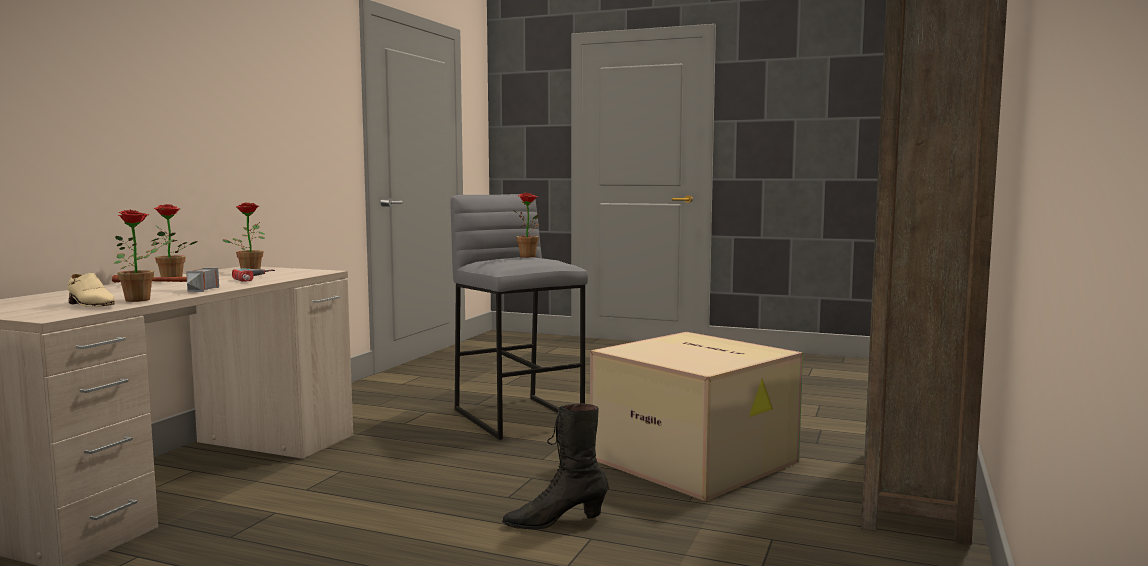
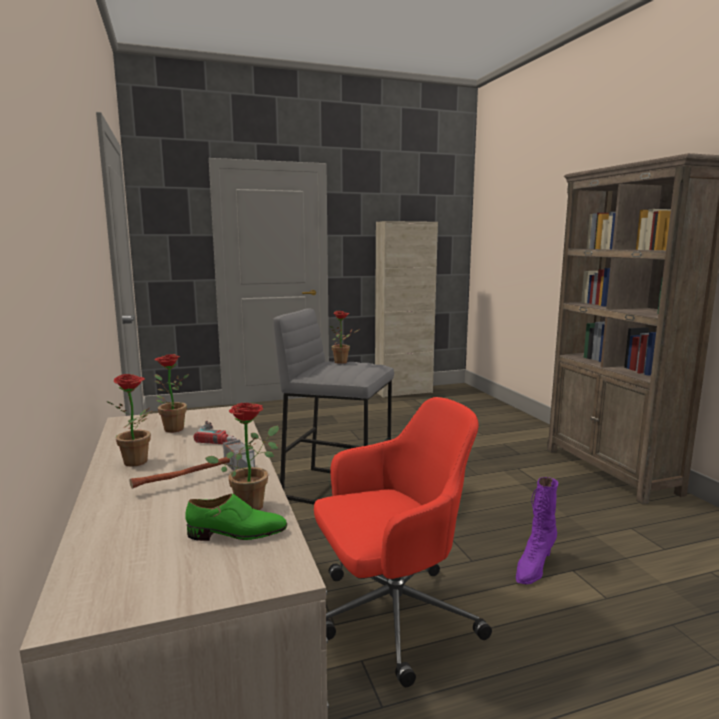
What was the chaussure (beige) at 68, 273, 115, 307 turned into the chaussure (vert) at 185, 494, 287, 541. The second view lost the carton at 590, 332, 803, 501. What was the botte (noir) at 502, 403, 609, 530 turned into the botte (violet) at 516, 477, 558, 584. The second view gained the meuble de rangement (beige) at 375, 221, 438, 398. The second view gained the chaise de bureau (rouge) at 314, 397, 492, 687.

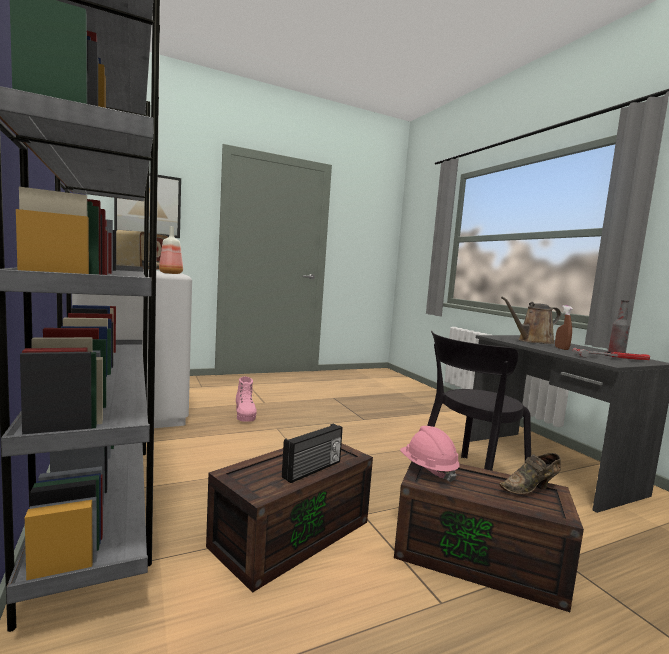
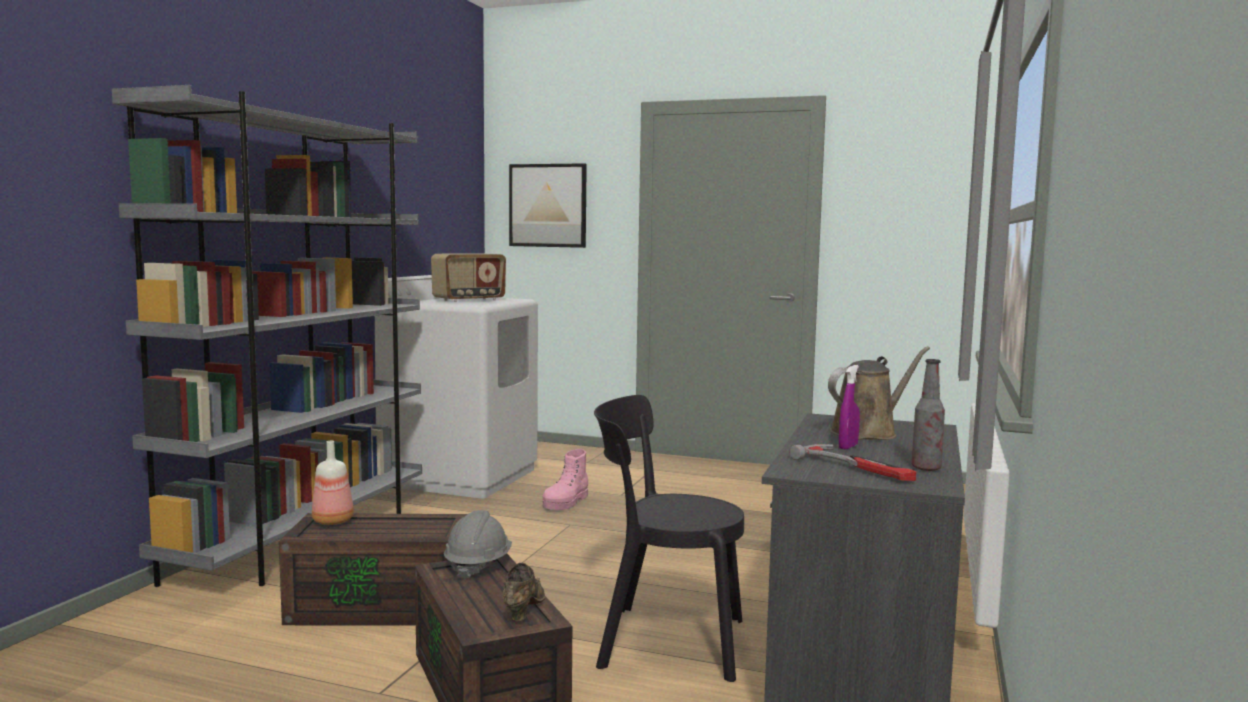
The bouteille ended up elsewhere, having gone from 159, 226, 183, 274 to 312, 441, 354, 525. The arrosoir (marron) at 501, 297, 561, 344 ended up facing another way, 120 degrees clockwise from before. What was the vaporisateur (marron) at 555, 305, 573, 350 turned into the vaporisateur (violet) at 839, 365, 860, 450. The second view lost the radio at 282, 424, 343, 483. What was the casque de chantier (rose) at 400, 426, 460, 482 turned into the casque de chantier (gris) at 444, 510, 512, 580. The chaussure (marron) at 499, 453, 561, 494 ended up facing another way, 75 degrees clockwise from before.

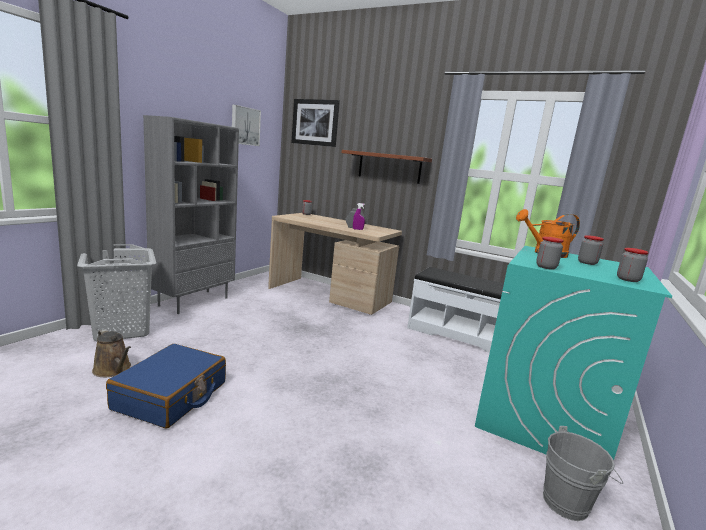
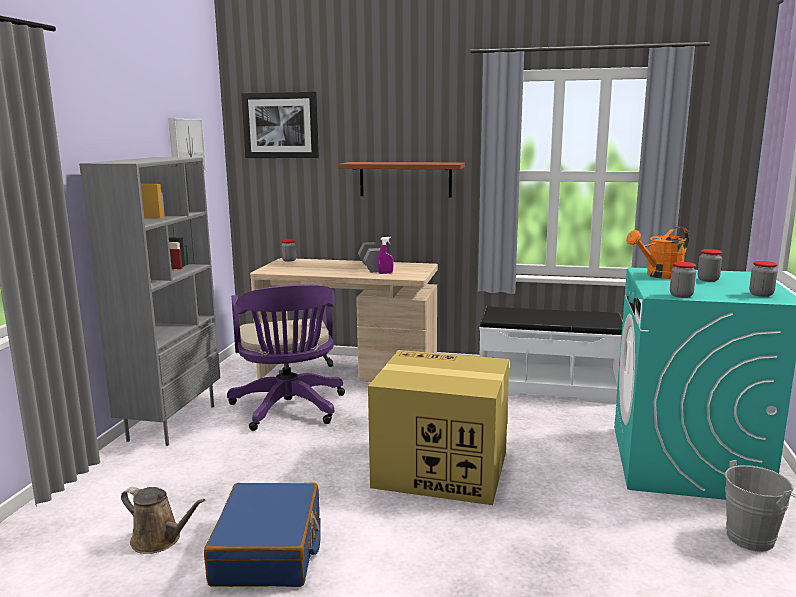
The second view lost the panier à linge (gris) at 77, 244, 156, 341. The second view gained the chaise de bureau (violet) at 227, 284, 345, 431. The second view gained the carton at 368, 350, 509, 505.

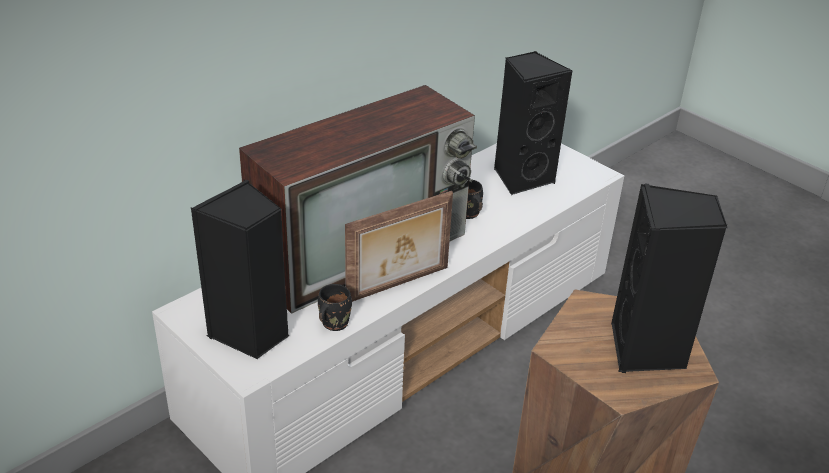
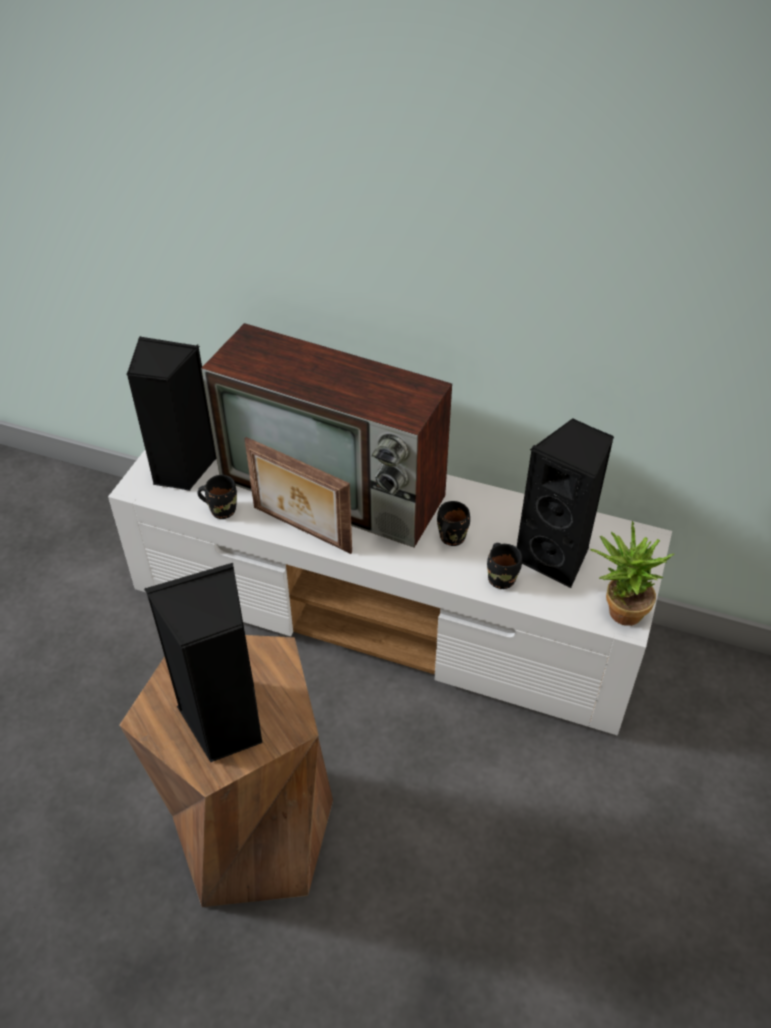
The second view gained the plante en pot at 590, 521, 674, 626. The second view gained the mug (noir) at 487, 543, 522, 589.

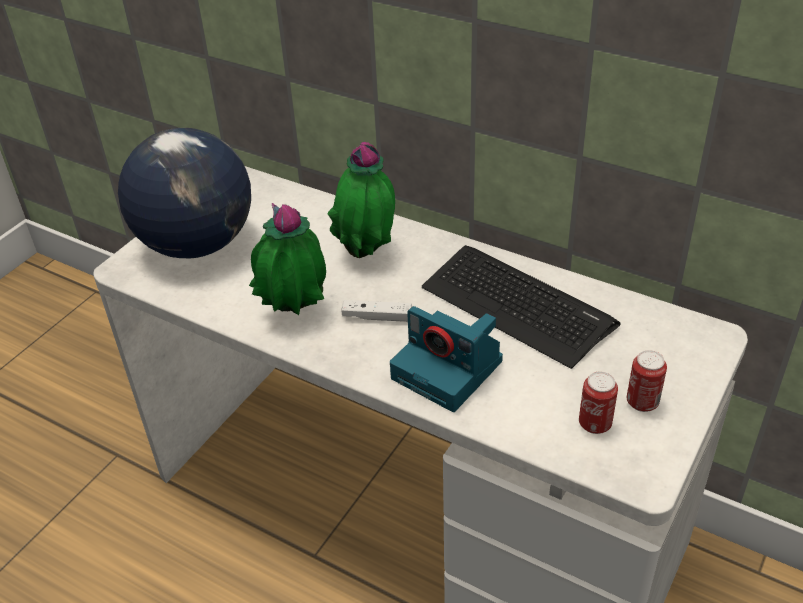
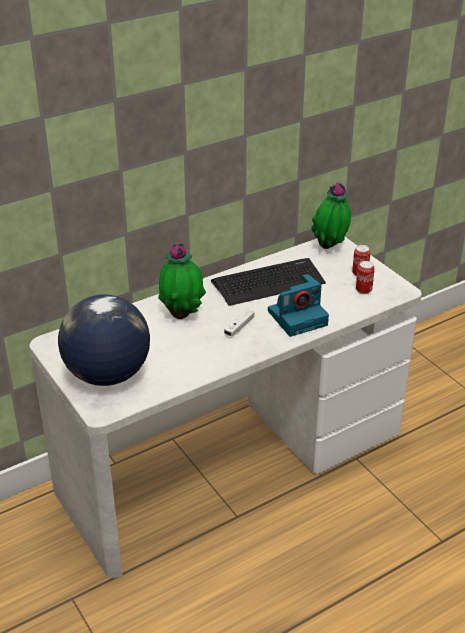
The plante en pot ended up elsewhere, having gone from 249, 203, 326, 315 to 311, 182, 351, 249.

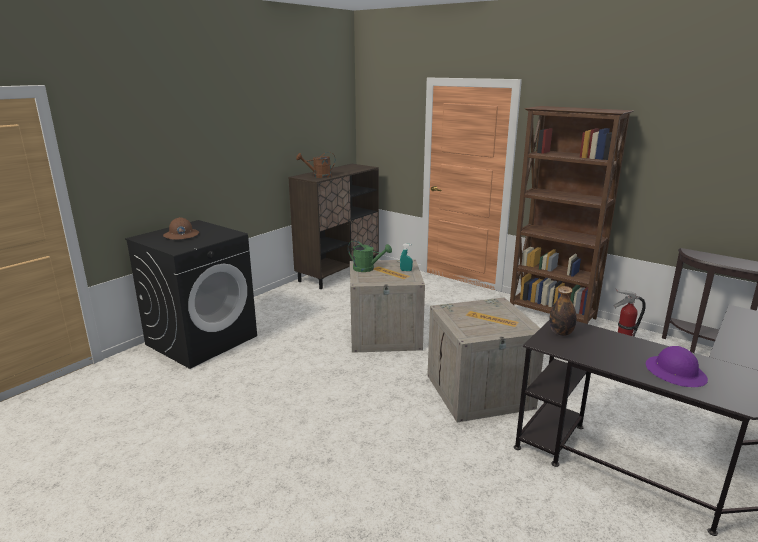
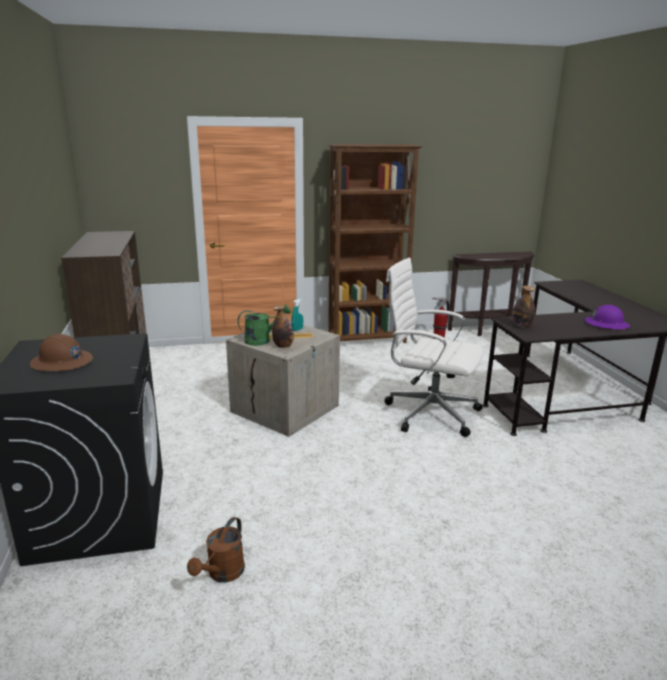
The arrosoir (marron) ended up elsewhere, having gone from 296, 152, 335, 178 to 187, 517, 245, 583. Where the caisse stood at 427, 297, 544, 423, the chaise de bureau (blanc) came to stand at 385, 258, 484, 437. The second view gained the bouteille at 272, 305, 294, 348.

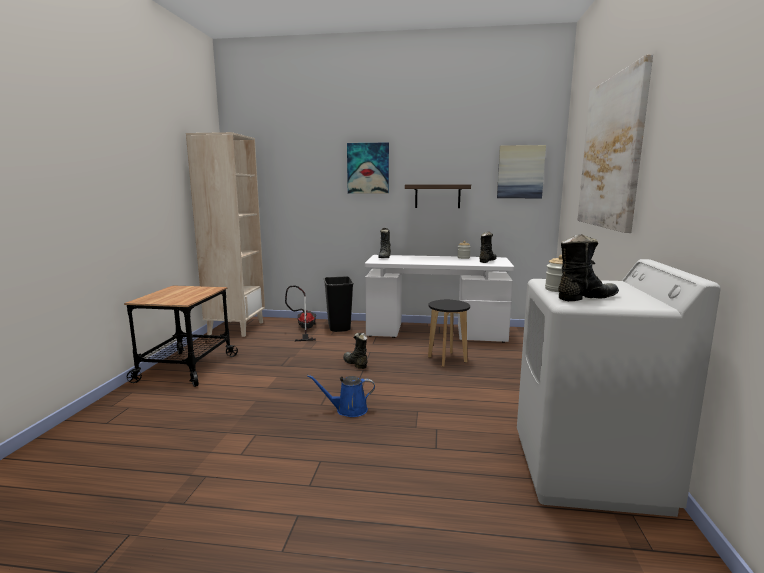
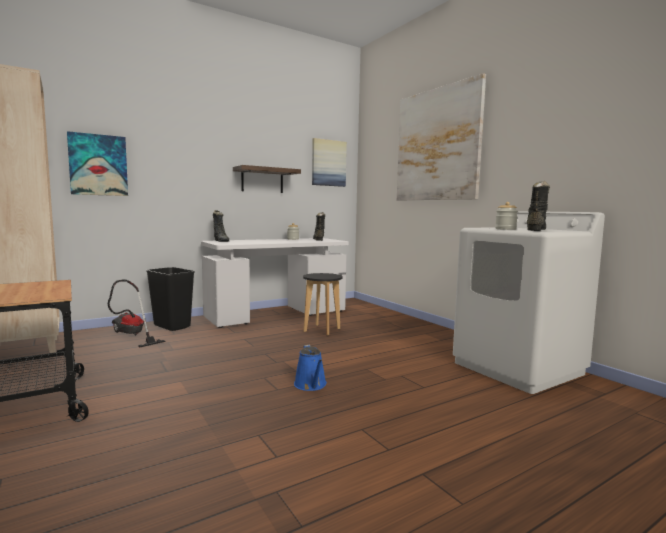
The tableau ended up elsewhere, having gone from 347, 142, 389, 193 to 67, 131, 128, 196. The second view lost the botte (noir) at 343, 333, 368, 369. The arrosoir (bleu) at 307, 375, 375, 417 ended up facing another way, 60 degrees counterclockwise from before.

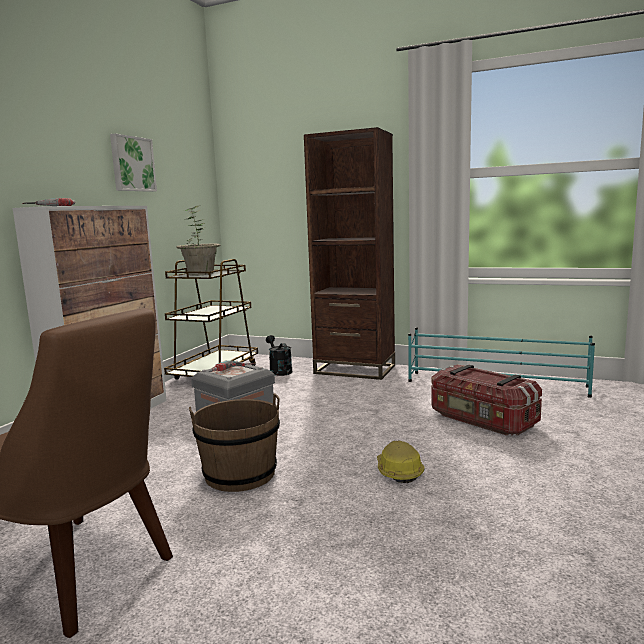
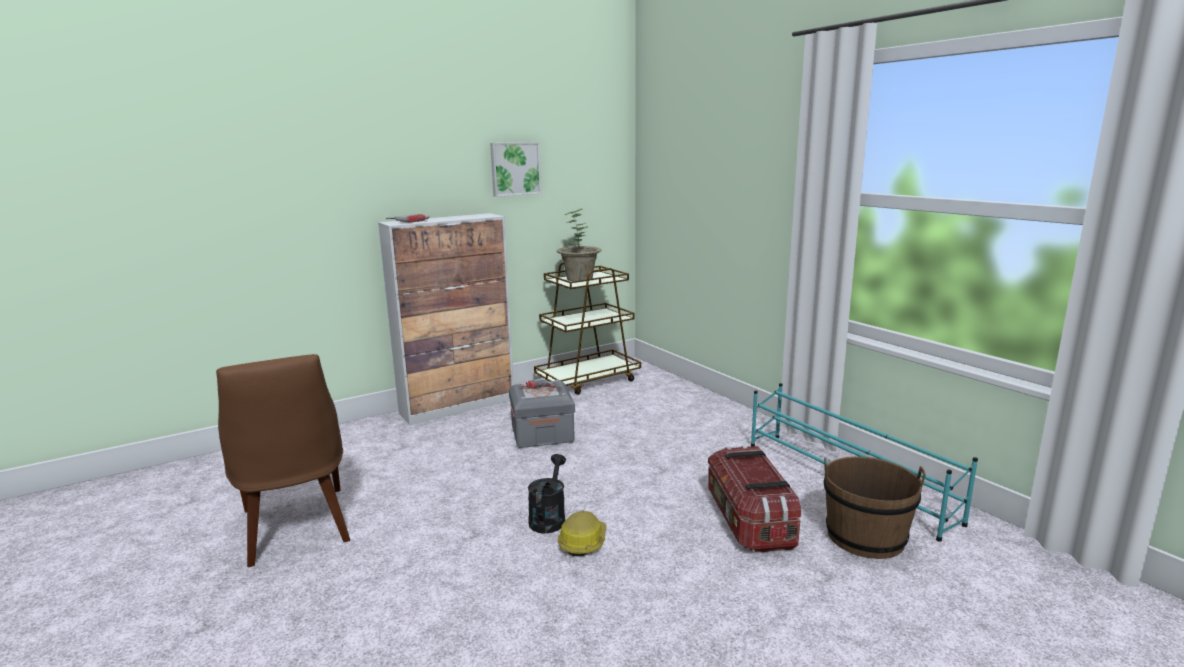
The second view lost the bibliothèque (marron) at 304, 127, 395, 380. The arrosoir (noir) ended up elsewhere, having gone from 266, 335, 292, 376 to 528, 454, 566, 534. The seau (marron) ended up elsewhere, having gone from 189, 393, 280, 492 to 824, 456, 926, 559.

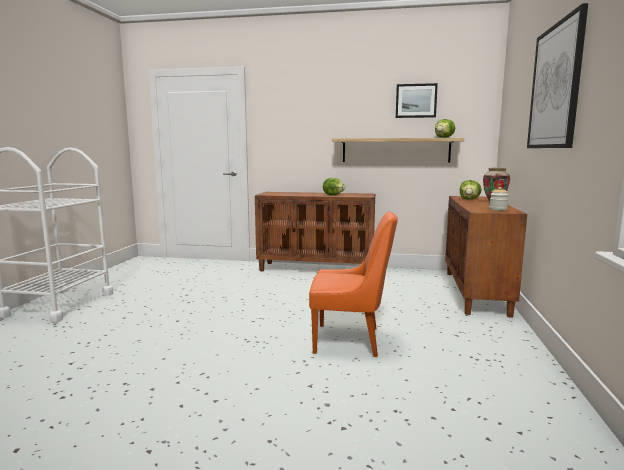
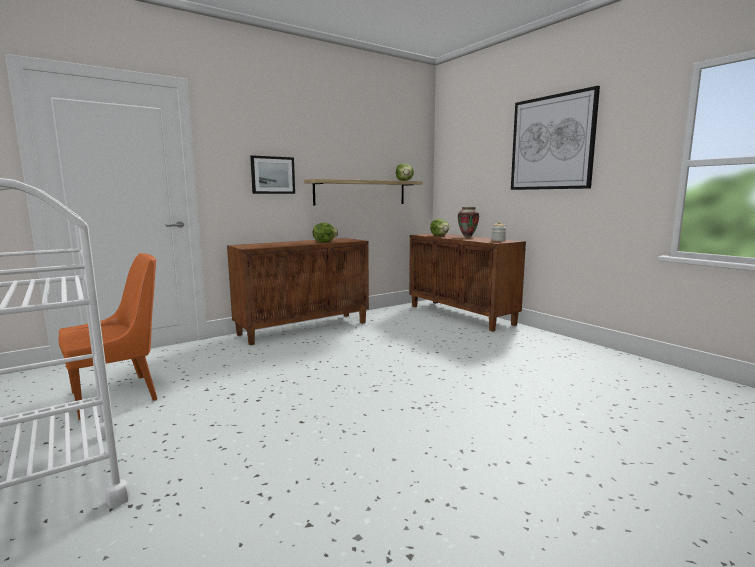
The tableau ended up elsewhere, having gone from 396, 83, 438, 118 to 250, 155, 295, 194. The chaise (orange) ended up elsewhere, having gone from 309, 211, 398, 357 to 59, 253, 157, 420.

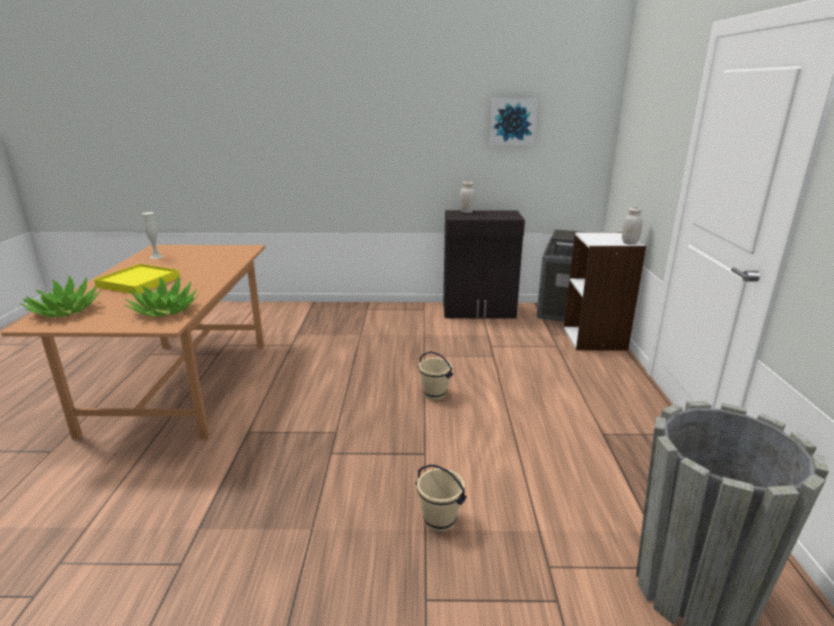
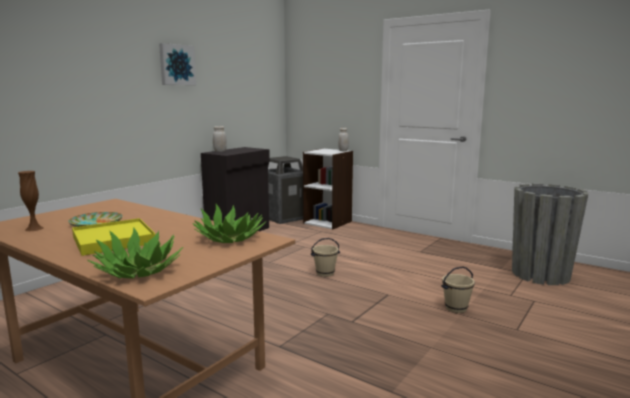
The tableau ended up elsewhere, having gone from 490, 98, 538, 145 to 159, 43, 196, 85. What was the vase (blanc) at 142, 212, 163, 259 turned into the vase (marron) at 18, 171, 44, 231. The second view gained the assiette at 68, 212, 123, 227.

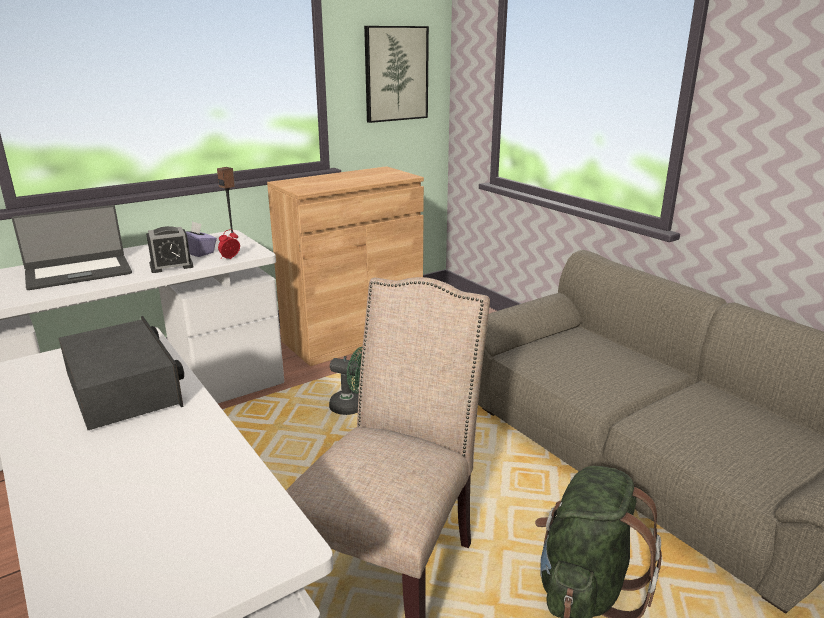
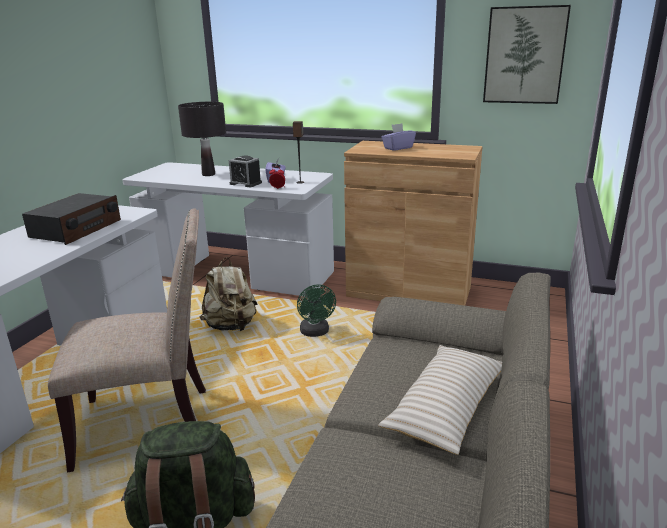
Where the ordinateur portable stood at 12, 205, 132, 290, the lampe de table (noir) came to stand at 178, 102, 226, 176. The second view gained the boîte à mouchoirs (violet) at 381, 123, 416, 151. The second view gained the sac à dos (beige) at 200, 257, 257, 331. The second view gained the coussin (beige) at 378, 345, 502, 455.

